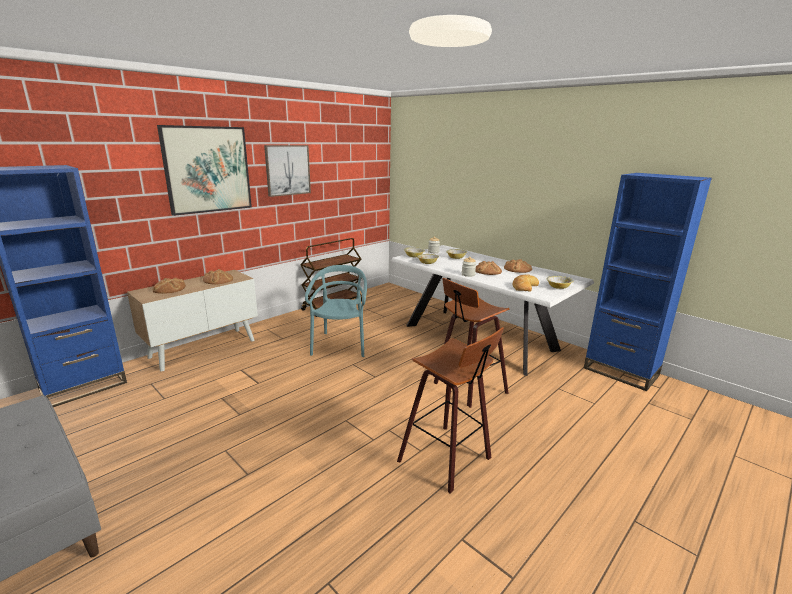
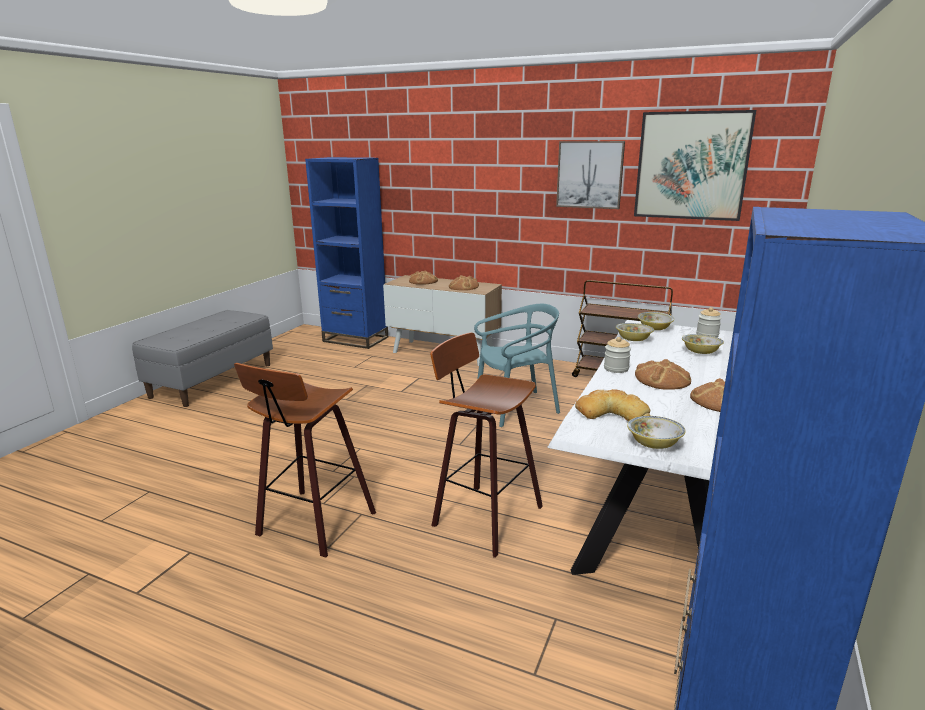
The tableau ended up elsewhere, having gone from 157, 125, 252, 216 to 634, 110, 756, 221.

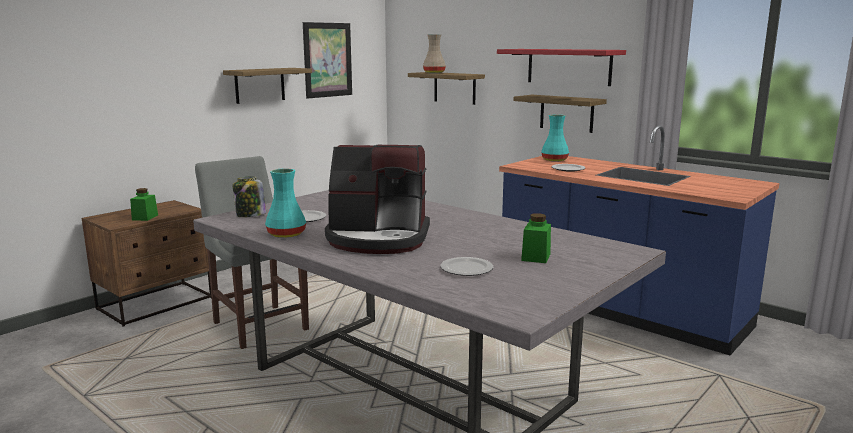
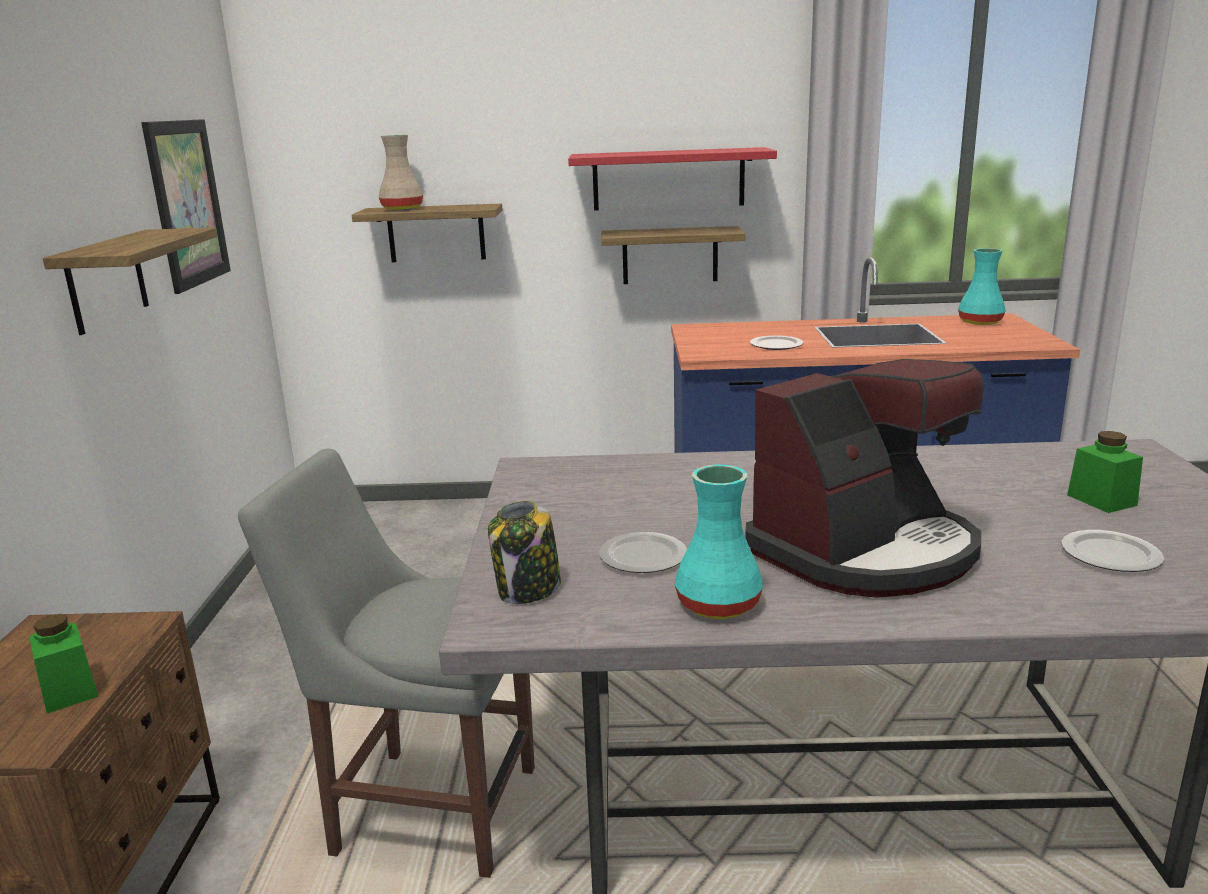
The vase (turquoise) ended up elsewhere, having gone from 541, 114, 569, 162 to 958, 248, 1006, 325.

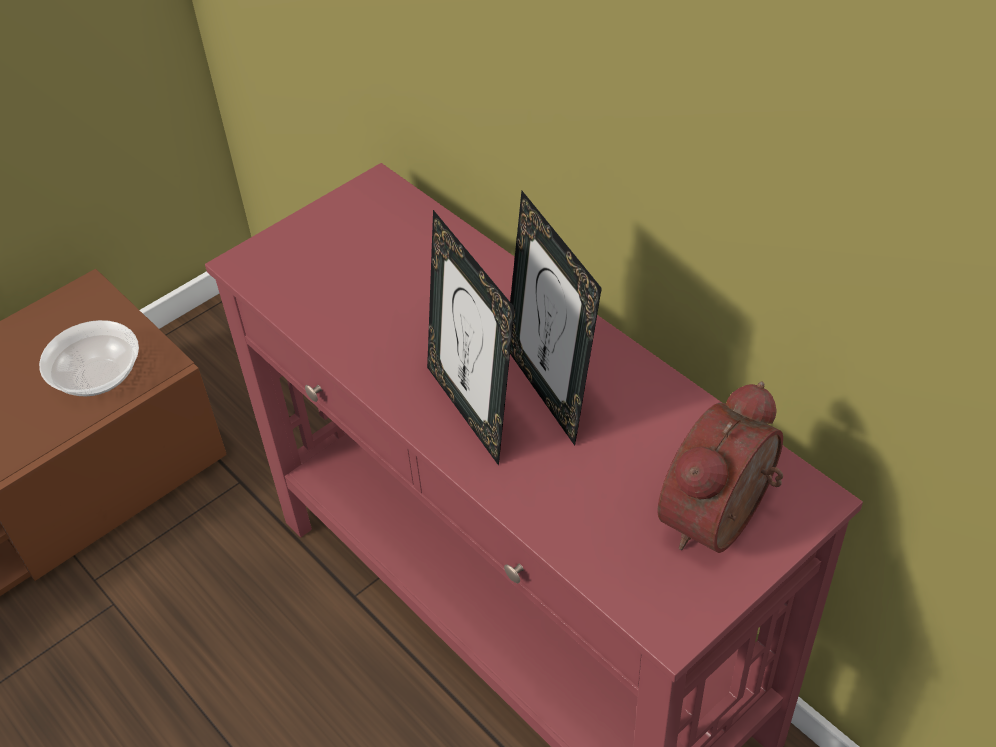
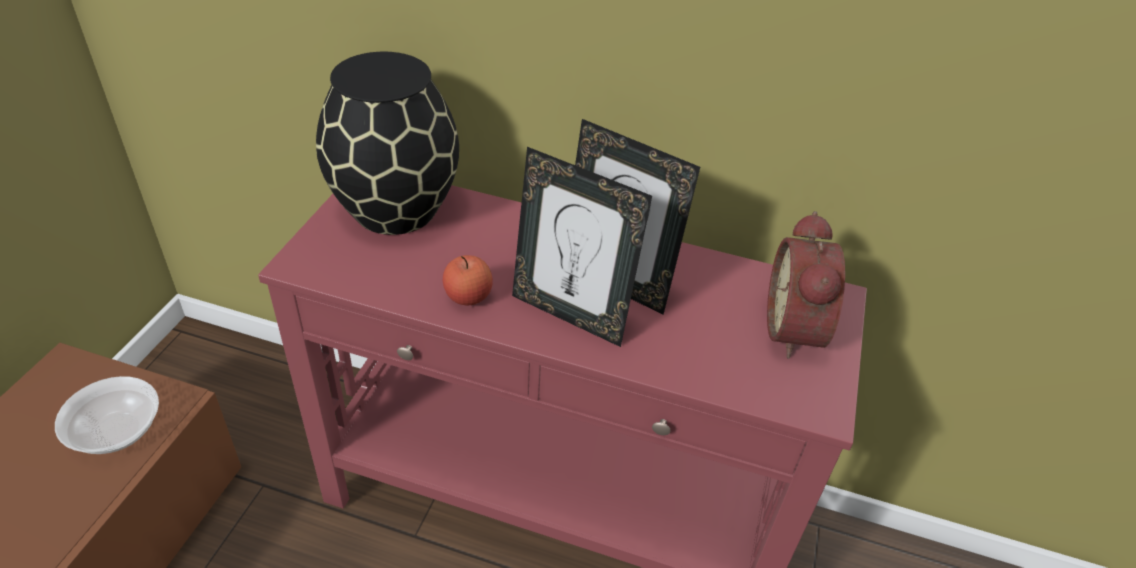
The second view gained the vase (noir) at 316, 52, 459, 235. The second view gained the pomme at 443, 255, 493, 305.

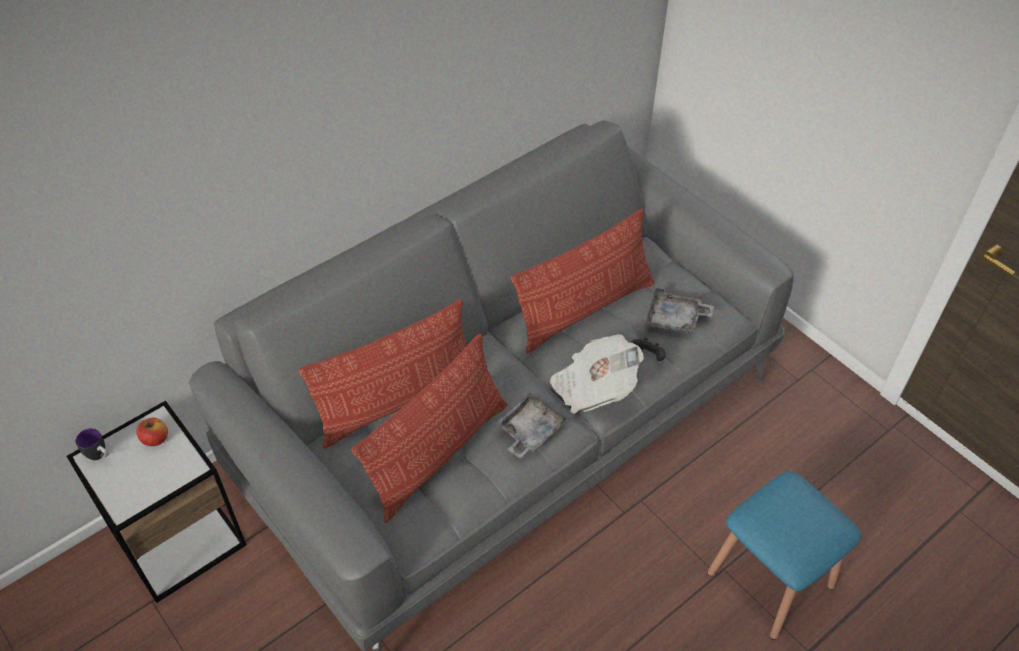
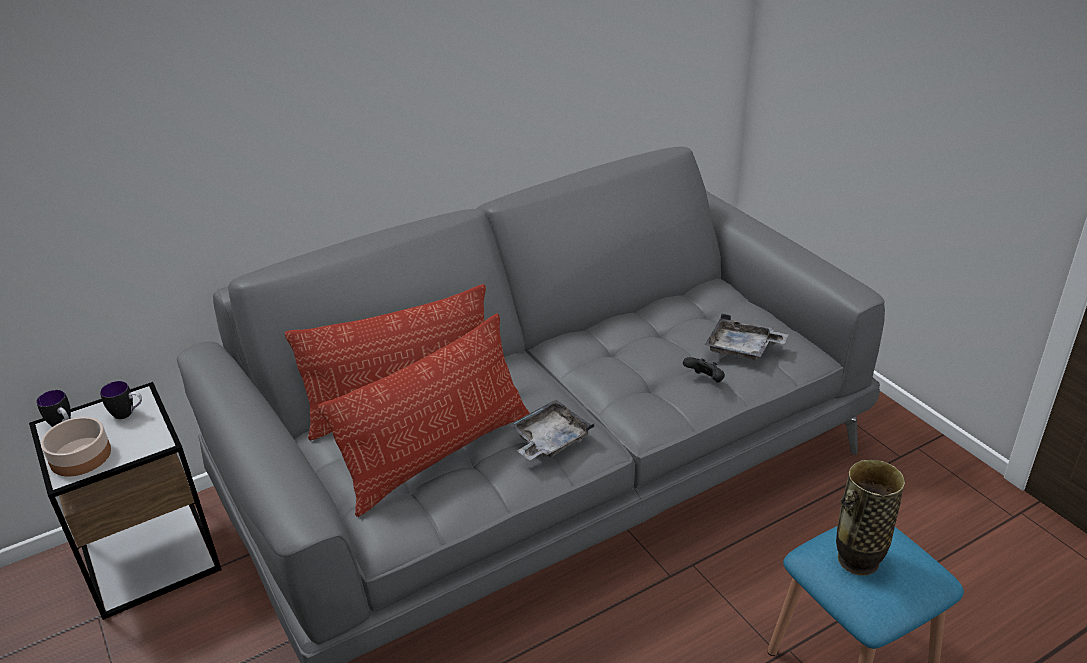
The second view lost the coussin at 511, 209, 654, 354. The second view lost the journal at 550, 334, 644, 414. Where the pomme stood at 137, 418, 168, 446, the mug came to stand at 100, 381, 142, 419. The second view gained the bol at 41, 417, 111, 477. The second view gained the vase at 836, 459, 905, 576.

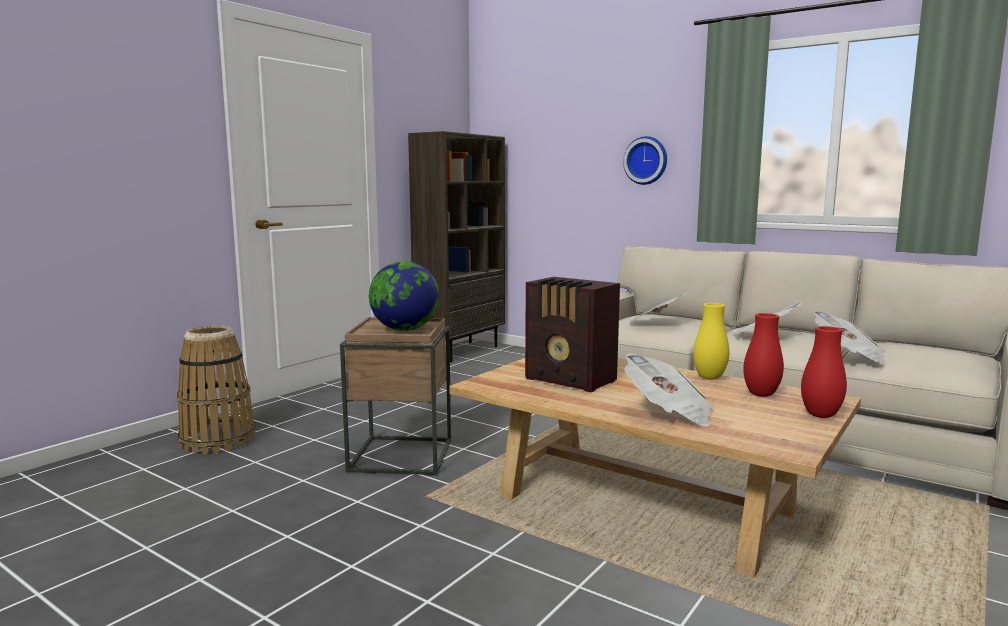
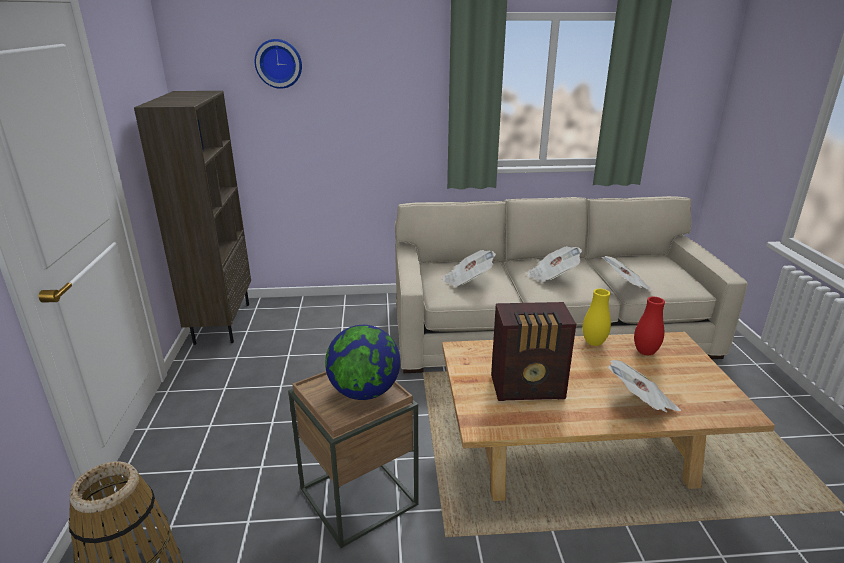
The horloge murale ended up elsewhere, having gone from 623, 136, 667, 185 to 255, 39, 302, 89. The second view lost the vase (rouge) at 801, 326, 847, 418.

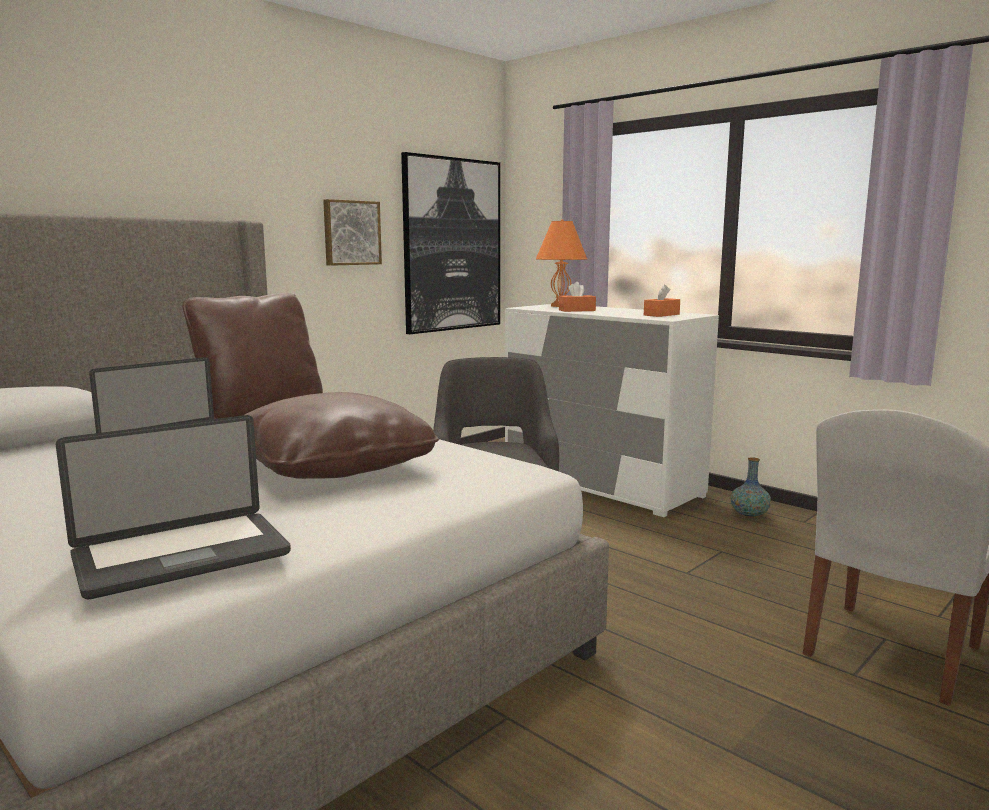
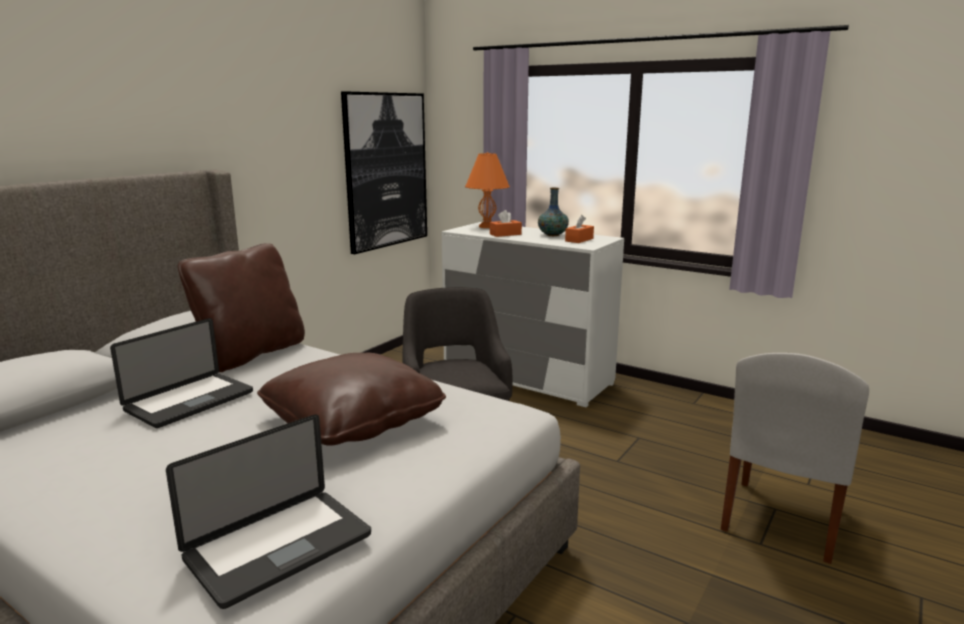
The second view lost the tableau at 323, 199, 382, 266. The vase ended up elsewhere, having gone from 730, 457, 771, 518 to 538, 188, 569, 236.

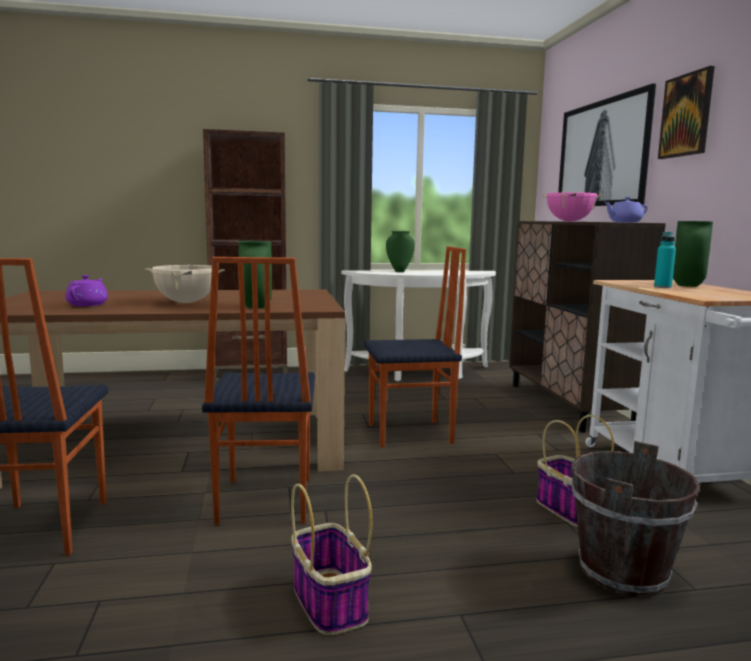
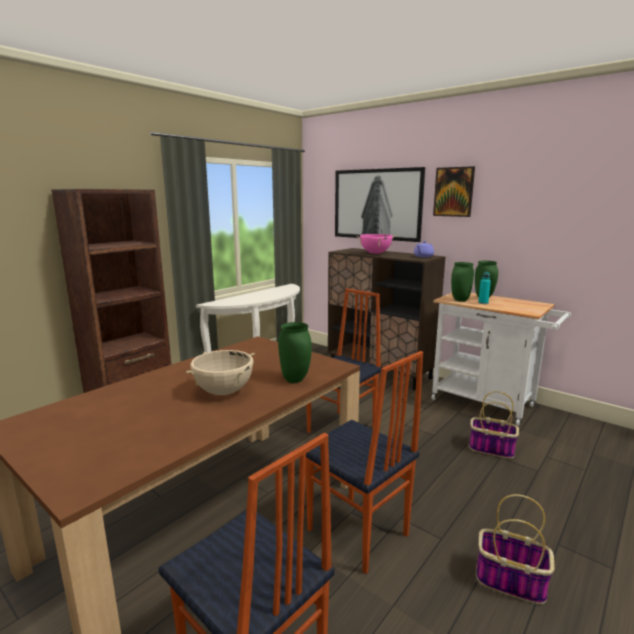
The vase (vert) ended up elsewhere, having gone from 386, 231, 415, 272 to 451, 262, 474, 302. The second view lost the théière (violet) at 65, 275, 108, 306. The second view lost the seau (marron) at 571, 441, 700, 597.

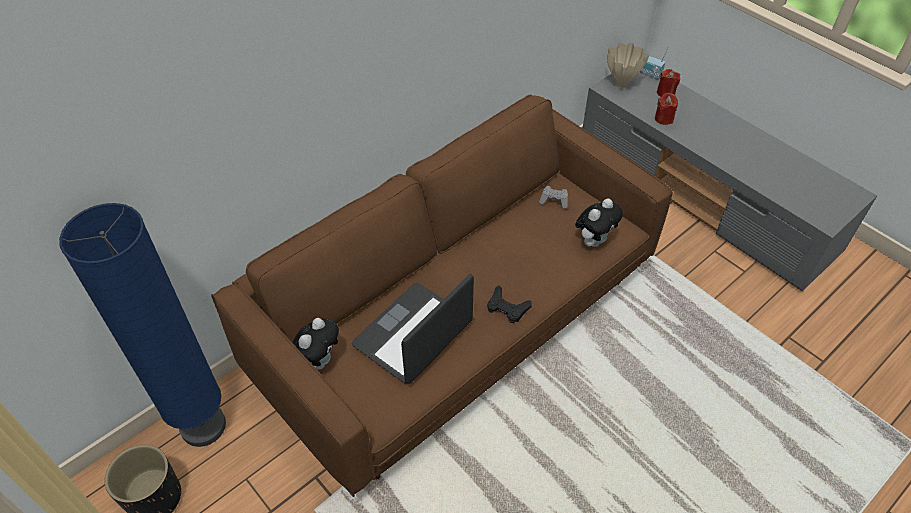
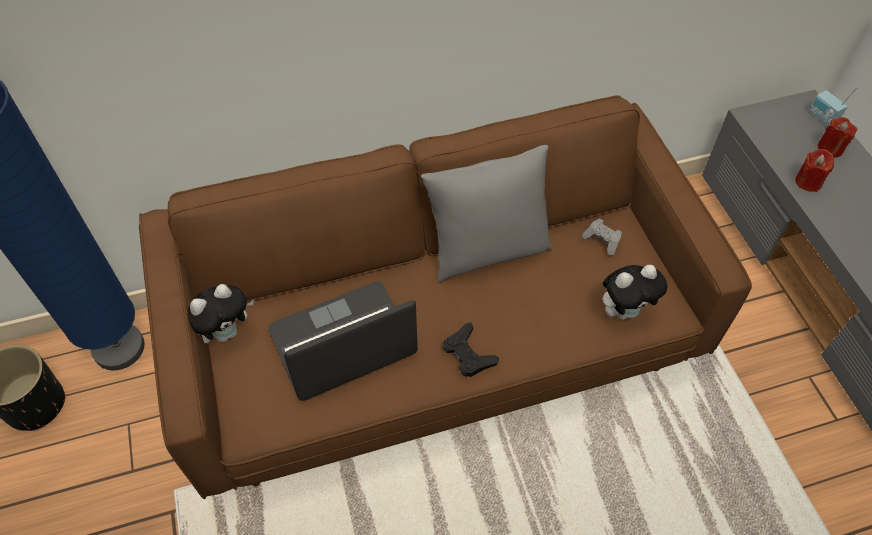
The second view lost the vase (beige) at 607, 43, 649, 88. The second view gained the coussin (gris) at 421, 145, 553, 282.

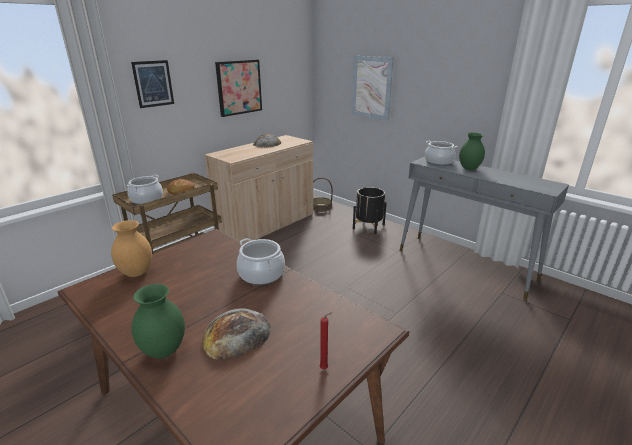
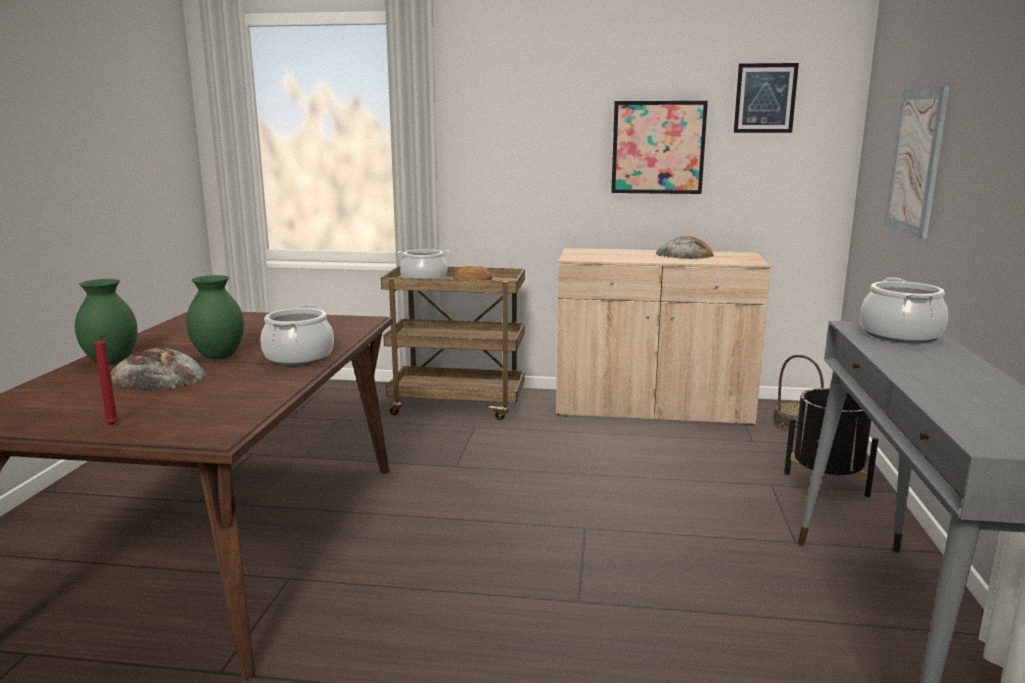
The tableau ended up elsewhere, having gone from 131, 60, 174, 108 to 734, 63, 799, 133. The vase (vert) ended up elsewhere, having gone from 459, 132, 485, 170 to 186, 275, 244, 359. The second view lost the vase (marron) at 111, 220, 152, 277.

